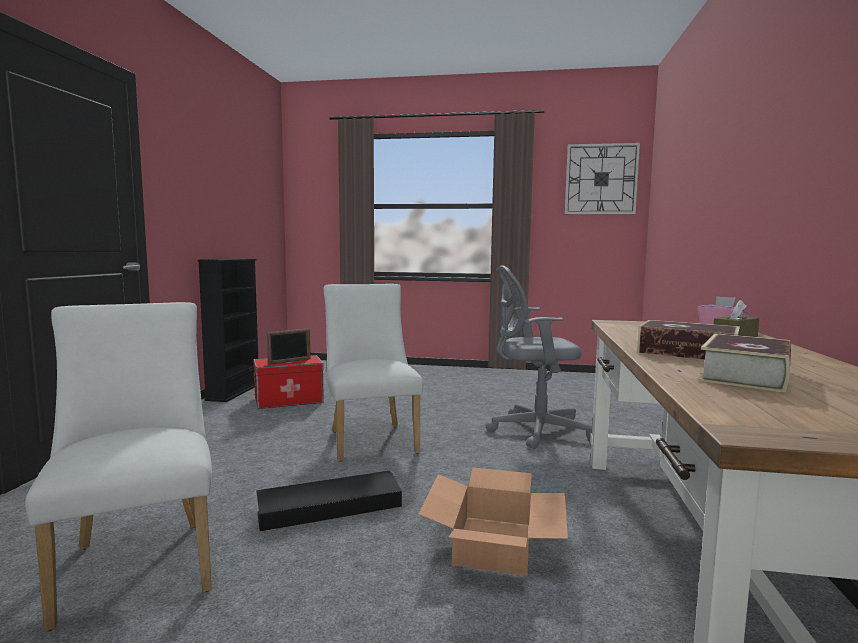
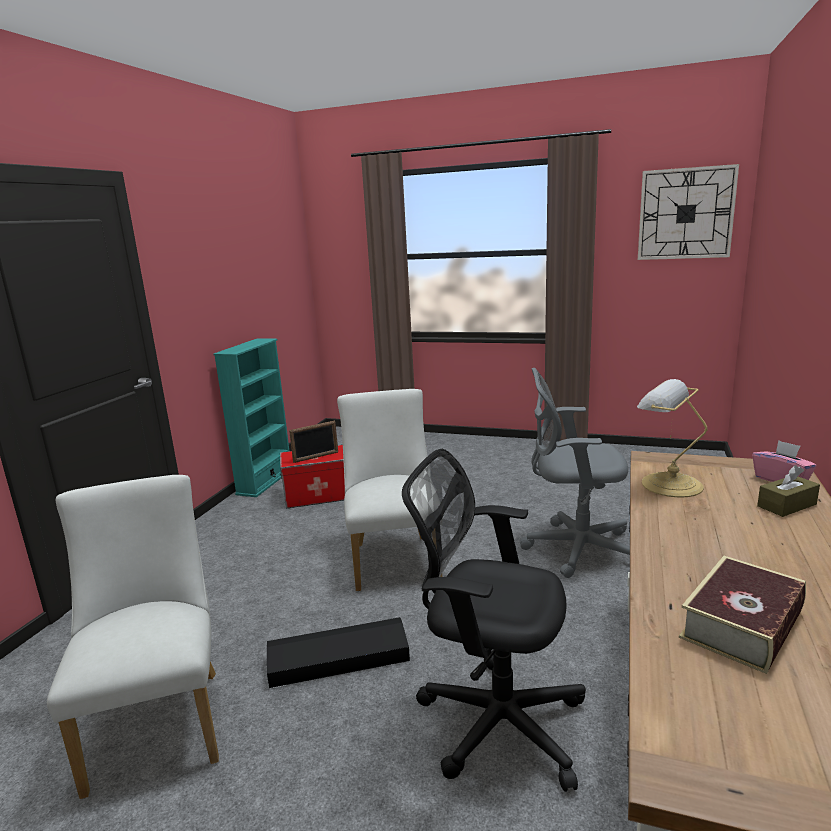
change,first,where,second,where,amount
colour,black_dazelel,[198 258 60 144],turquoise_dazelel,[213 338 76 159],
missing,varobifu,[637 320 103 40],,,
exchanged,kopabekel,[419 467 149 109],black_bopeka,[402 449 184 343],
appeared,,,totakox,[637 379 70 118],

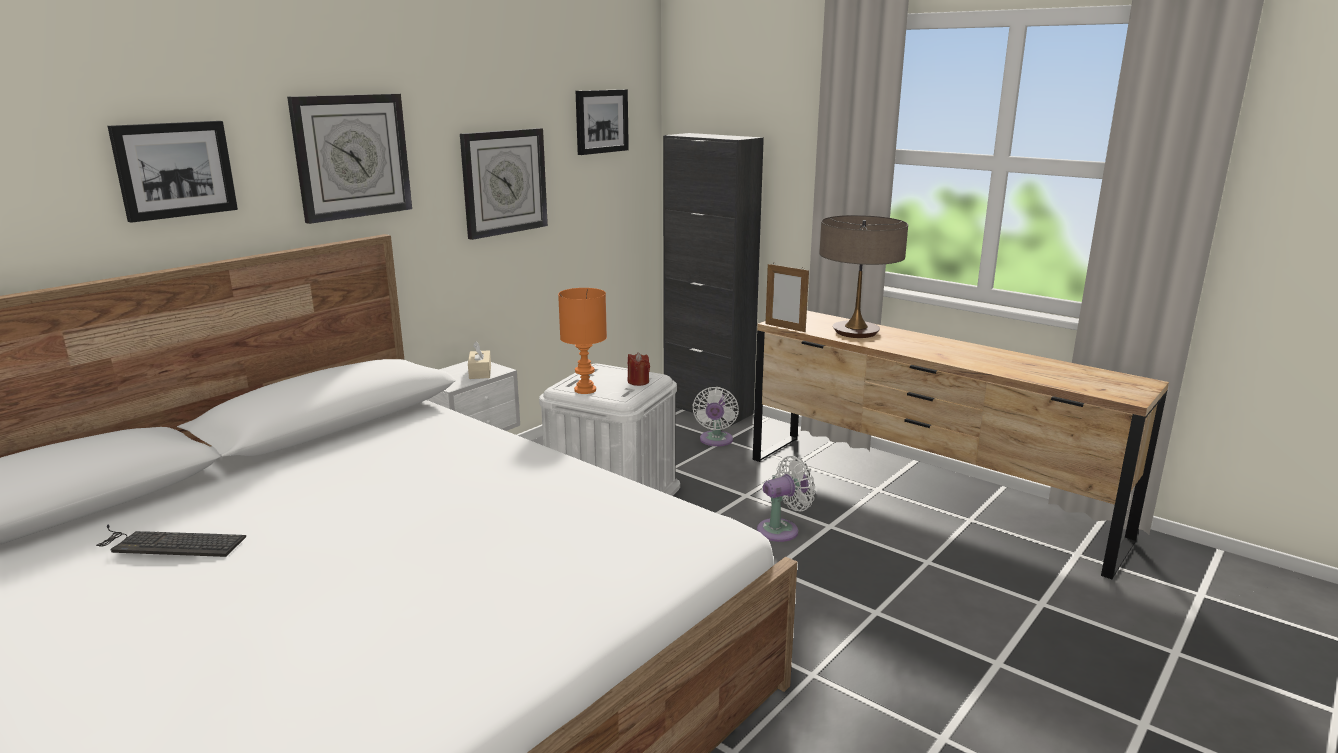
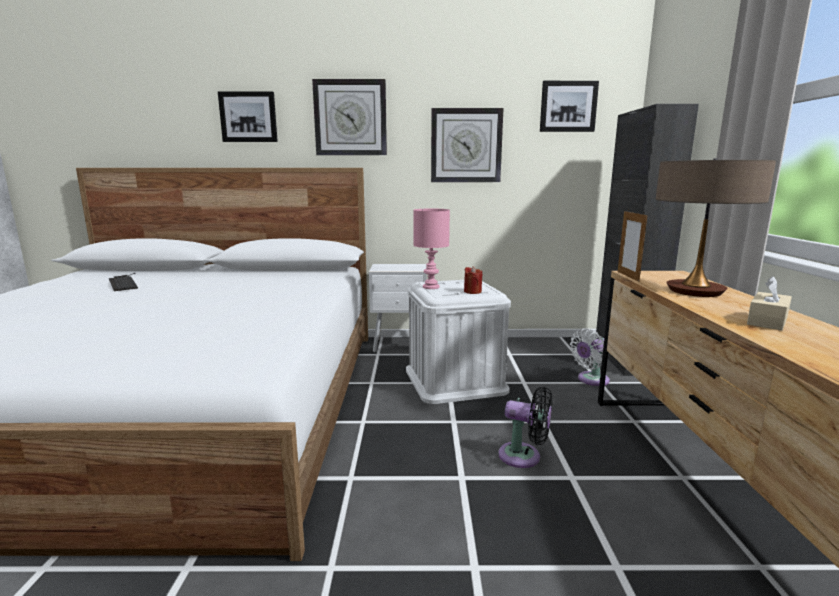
change,first,where,second,where,amount
colour,orange_totakox,[558 288 49 106],pink_totakox,[414 209 36 80],
relocated,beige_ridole,[468 341 23 38],,[747 276 45 54],
colour,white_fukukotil,[757 456 58 86],black_fukukotil,[498 387 54 81],

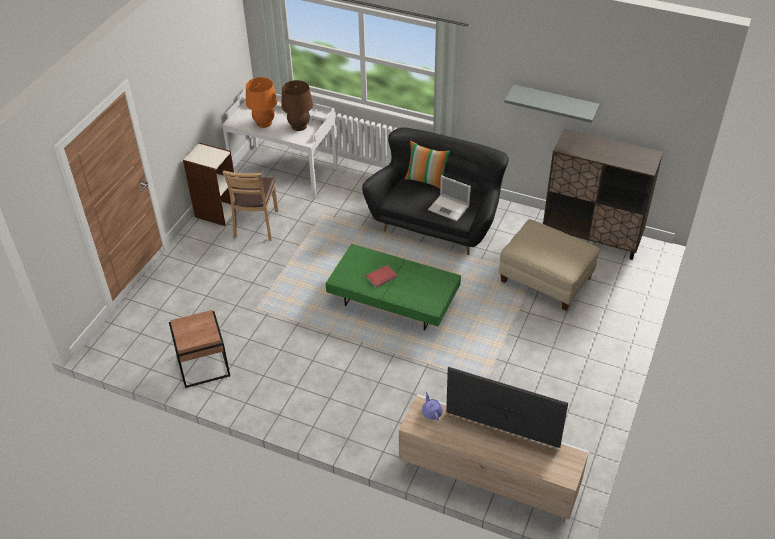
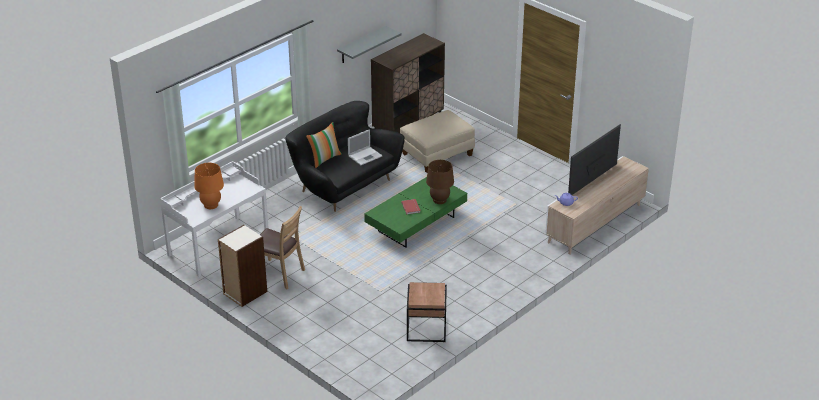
change,first,where,second,where,amount
relocated,brown_totakox,[282 80 31 51],,[426 160 28 44],

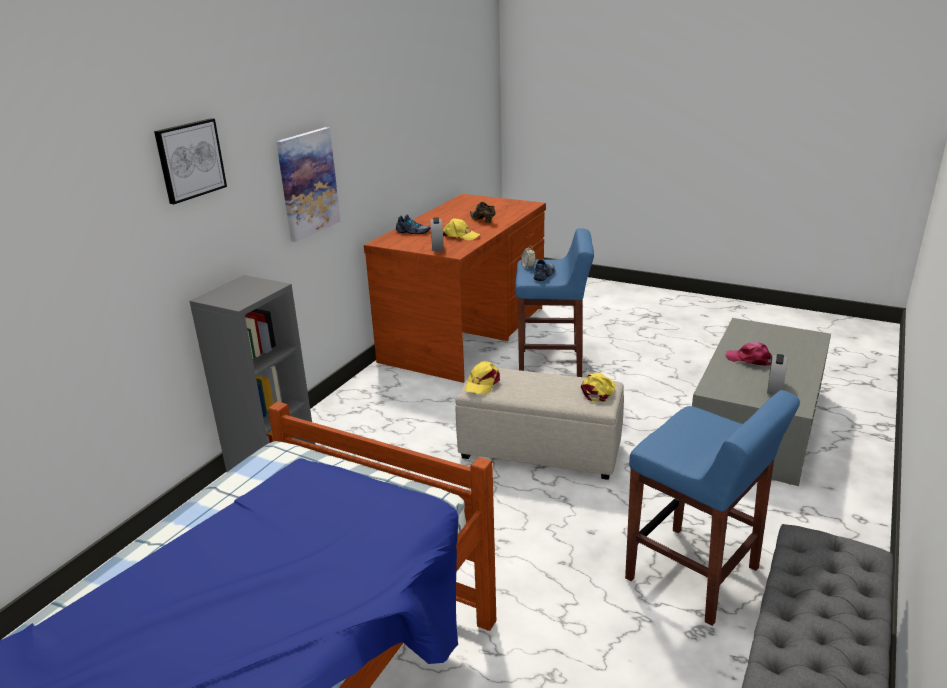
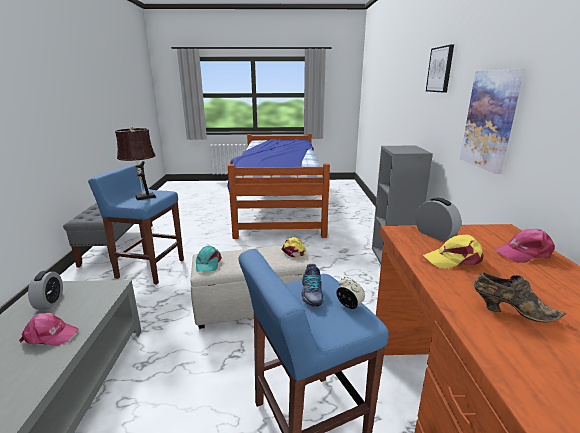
change,first,where,second,where,amount
exchanged,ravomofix,[396 215 34 19],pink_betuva,[494 229 61 34],
colour,yellow_betuva,[581 373 35 29],turquoise_betuva,[196 246 26 26],
appeared,,,brown_totakox,[115 126 41 74],

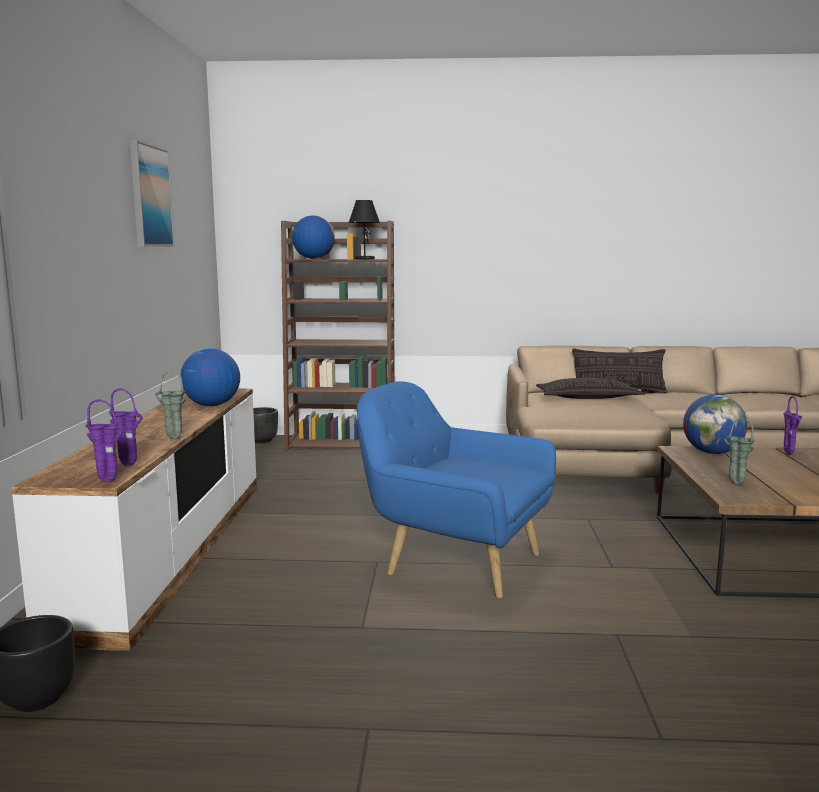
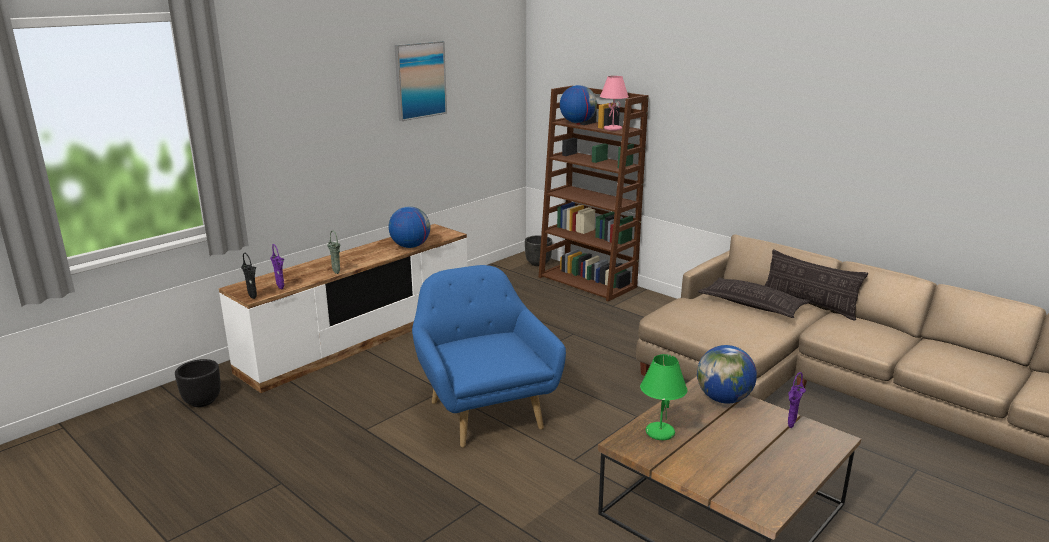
change,first,where,second,where,amount
colour,black_totakox,[348 200 32 59],pink_totakox,[600 76 29 55],
colour,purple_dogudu,[85 399 39 83],black_dogudu,[241 253 16 46],
exchanged,green_dogudu,[724 418 31 67],green_totakox,[640 354 47 86],

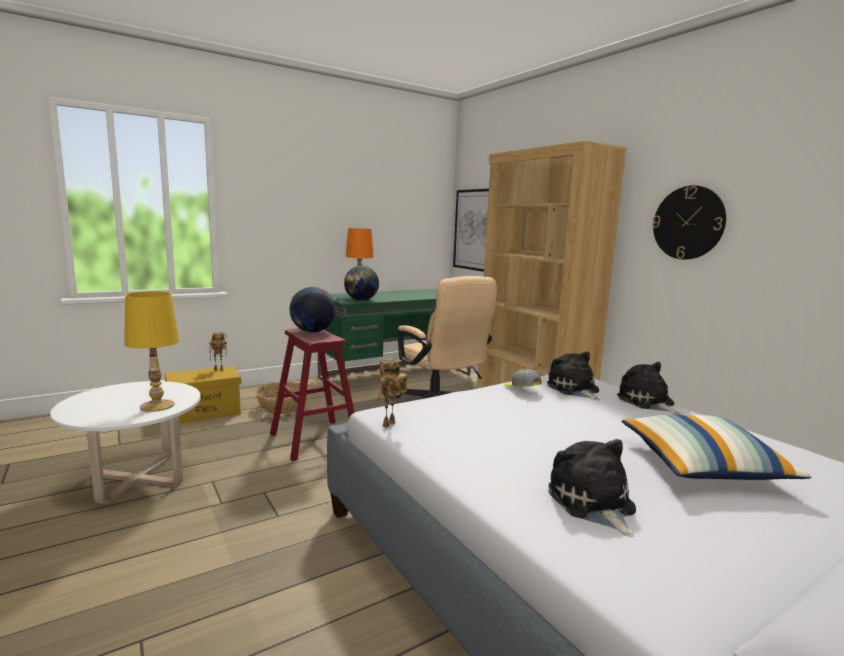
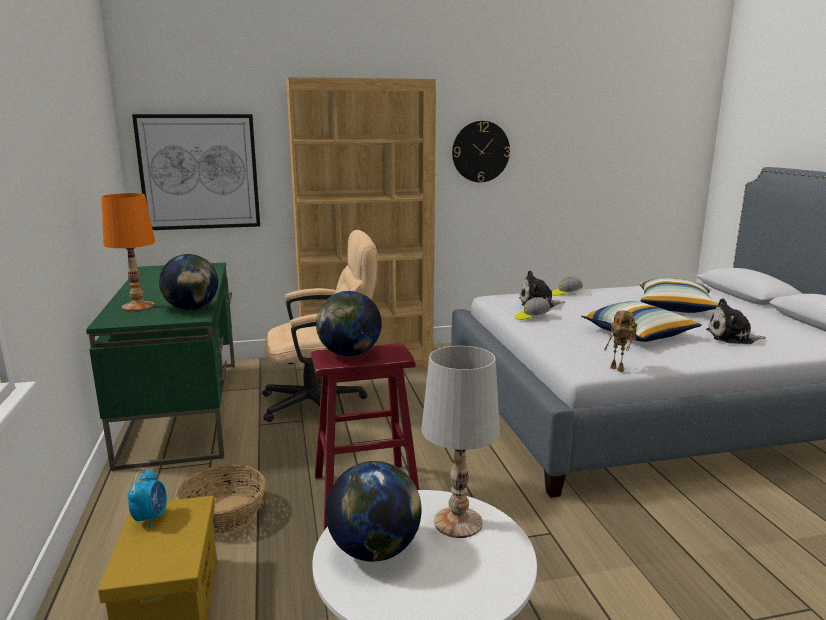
change,first,where,second,where,amount
colour,yellow_totakox,[124 291 55 121],white_totakox,[422 346 78 192],
exchanged,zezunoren,[209 332 18 39],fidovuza,[128 469 39 60],
exchanged,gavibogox,[617 362 64 52],betuva,[552 276 31 20],
appeared,,,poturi,[581 301 121 41],
appeared,,,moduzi,[326 461 96 101],

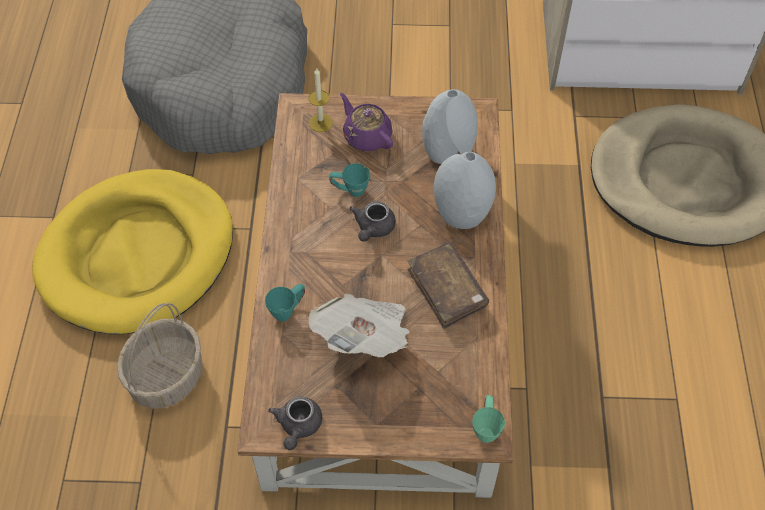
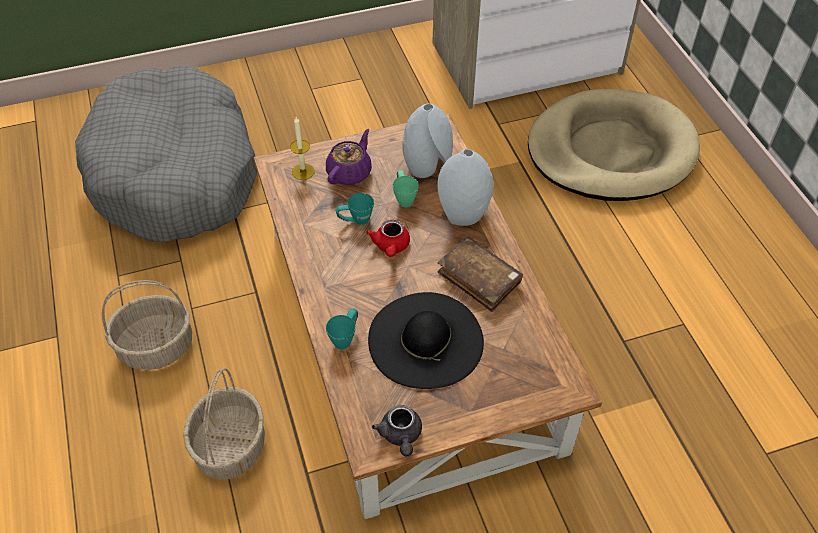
change,first,where,second,where,amount
spun,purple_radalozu,[340 93 53 58],,[326 129 46 56],90 degrees clockwise
exchanged,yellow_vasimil,[32 169 201 165],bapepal,[102 280 90 90],
colour,grey_radalozu,[349 201 47 41],red_radalozu,[366 220 44 37],
exchanged,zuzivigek,[308 294 102 63],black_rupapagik,[368 292 116 97],
relocated,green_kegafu,[472 395 33 48],,[393 170 26 38],

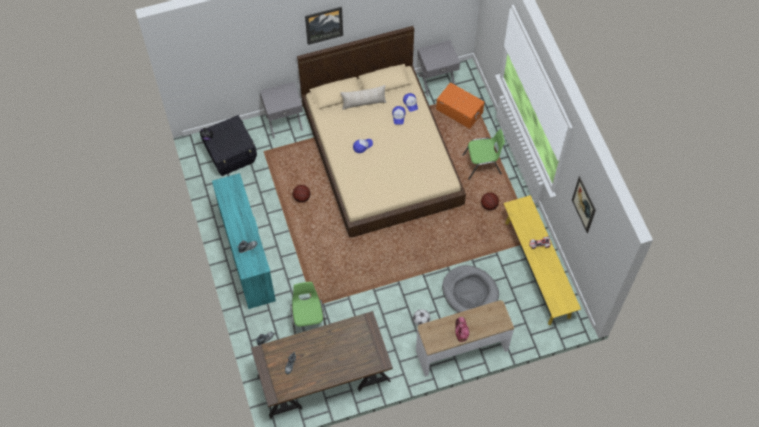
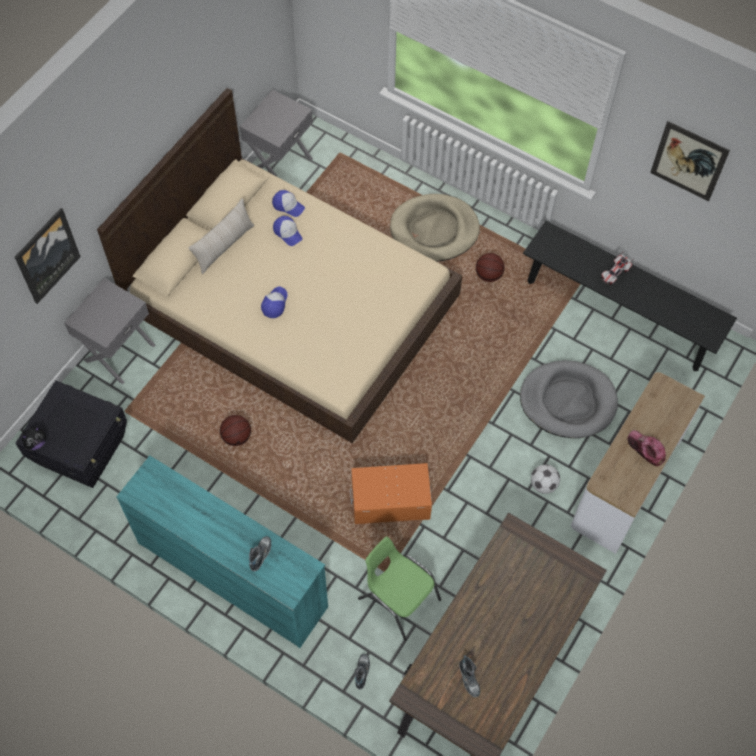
change,first,where,second,where,amount
relocated,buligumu,[305 6 38 39],,[15 208 66 96],
relocated,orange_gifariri,[436 82 48 47],,[350 463 82 61],
exchanged,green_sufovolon,[463 129 42 51],beige_vasimil,[390 194 90 68],
colour,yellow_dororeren,[503 195 78 130],black_dororeren,[523 221 214 150],

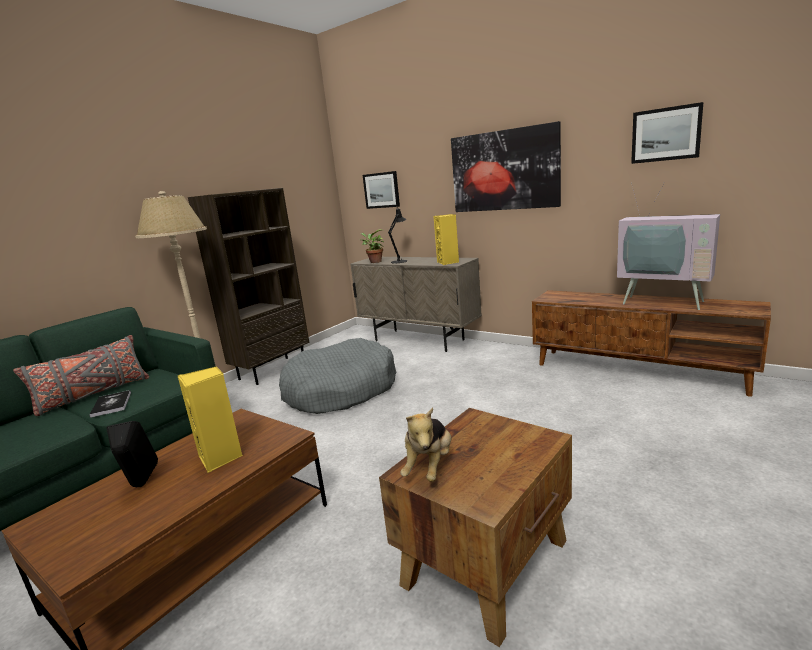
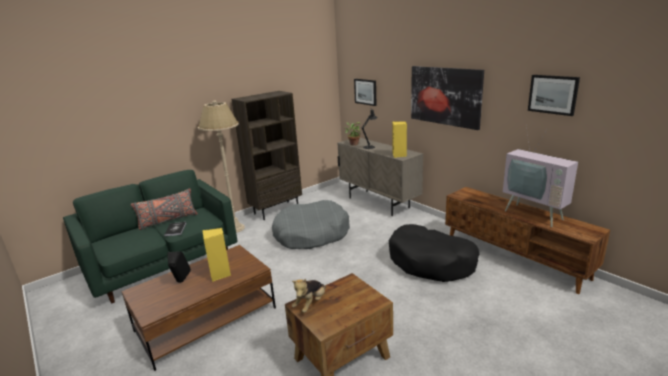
change,first,where,second,where,amount
appeared,,,black_vasimil,[389 224 91 58],

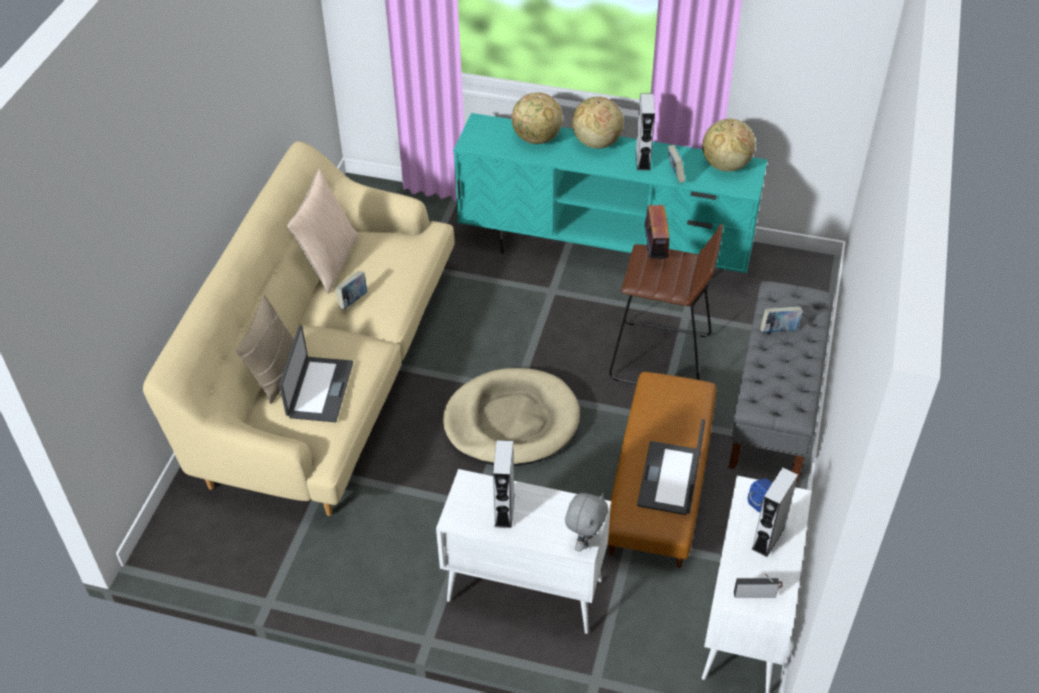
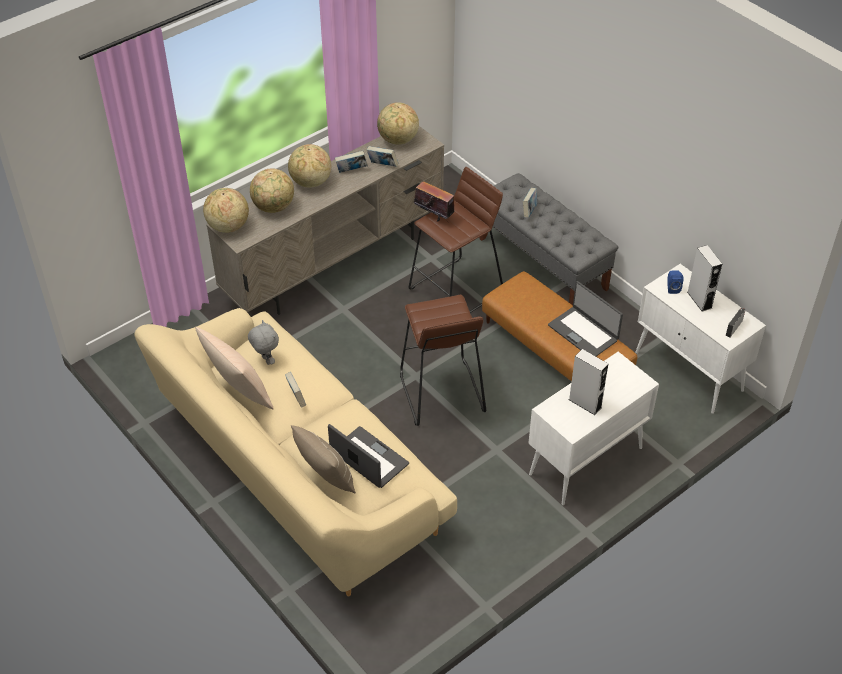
change,first,where,second,where,amount
exchanged,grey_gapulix,[636 94 19 76],varobifu,[335 151 33 22],
colour,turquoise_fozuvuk,[453 113 315 160],beige_fozuvuk,[206 126 238 189],
exchanged,beige_vasimil,[443 368 137 98],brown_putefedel,[400 295 86 131],
relocated,grey_gavibogox,[565 493 43 59],,[248 320 31 45],
appeared,,,moduzi,[203 188 46 45],

